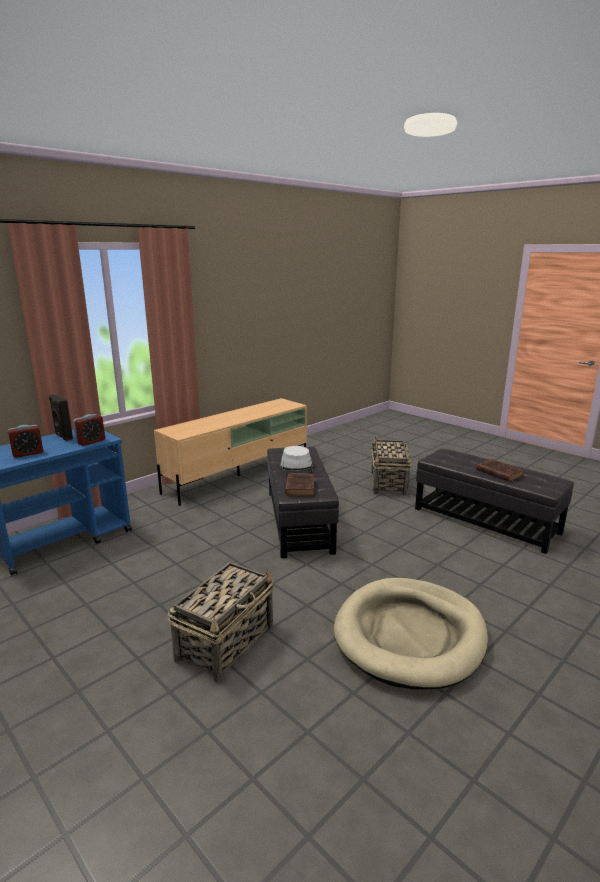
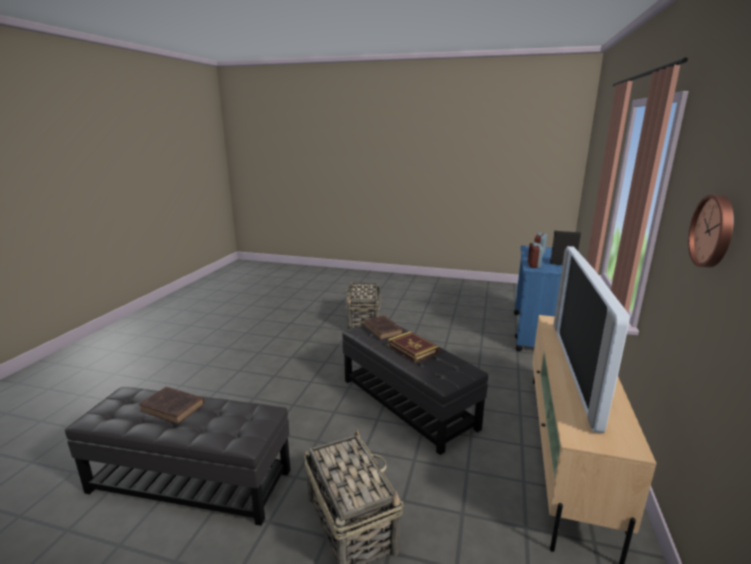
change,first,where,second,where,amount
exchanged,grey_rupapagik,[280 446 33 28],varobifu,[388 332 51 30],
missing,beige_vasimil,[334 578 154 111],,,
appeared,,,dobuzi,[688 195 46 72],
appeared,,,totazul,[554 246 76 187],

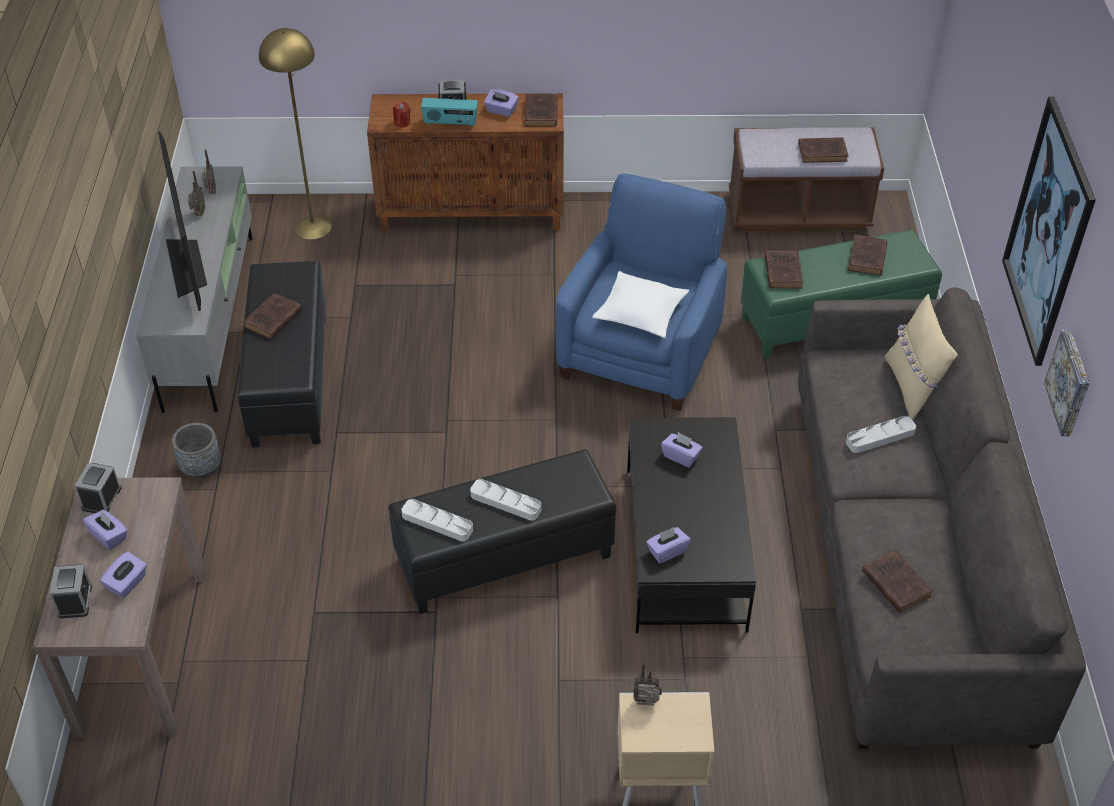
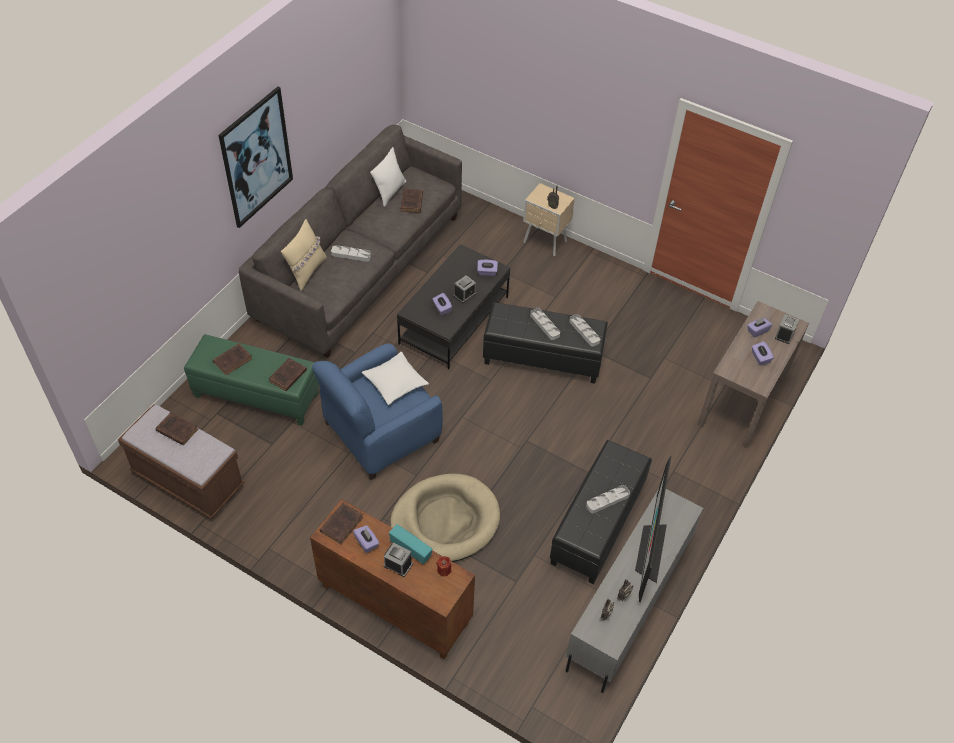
change,first,where,second,where,amount
missing,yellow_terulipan,[259 28 73 212],,,
exchanged,brown_varobifu,[243 293 59 46],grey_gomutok,[586 485 44 28],
missing,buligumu,[1044 329 46 107],,,
missing,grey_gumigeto,[172 422 49 57],,,
relocated,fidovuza,[74 463 48 50],,[454 275 22 28],
appeared,,,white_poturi,[370 147 36 60],
appeared,,,beige_vasimil,[390 474 110 88],

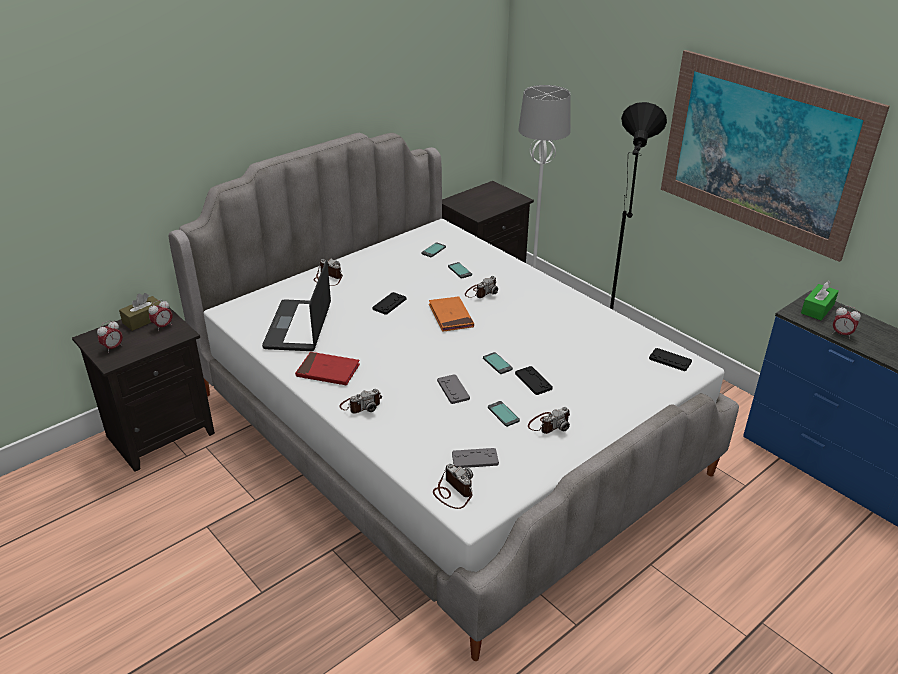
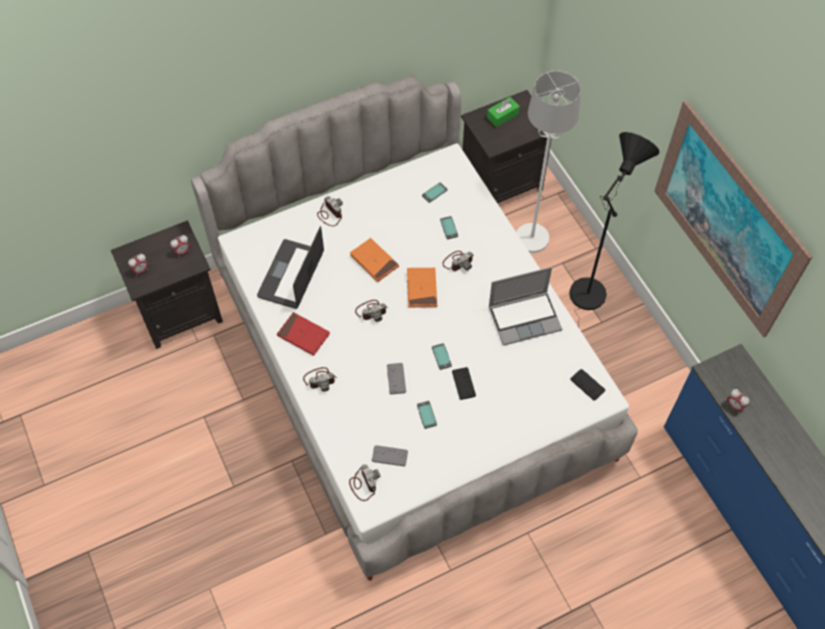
change,first,where,second,where,amount
relocated,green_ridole,[801 281 38 39],,[487 97 33 30],
exchanged,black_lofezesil,[373 292 33 23],orange_varobifu,[350 238 49 44],
missing,brown_ridole,[119 293 41 38],,,
relocated,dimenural,[528 407 42 27],,[355 300 33 22],
appeared,,,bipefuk,[488 267 74 79],

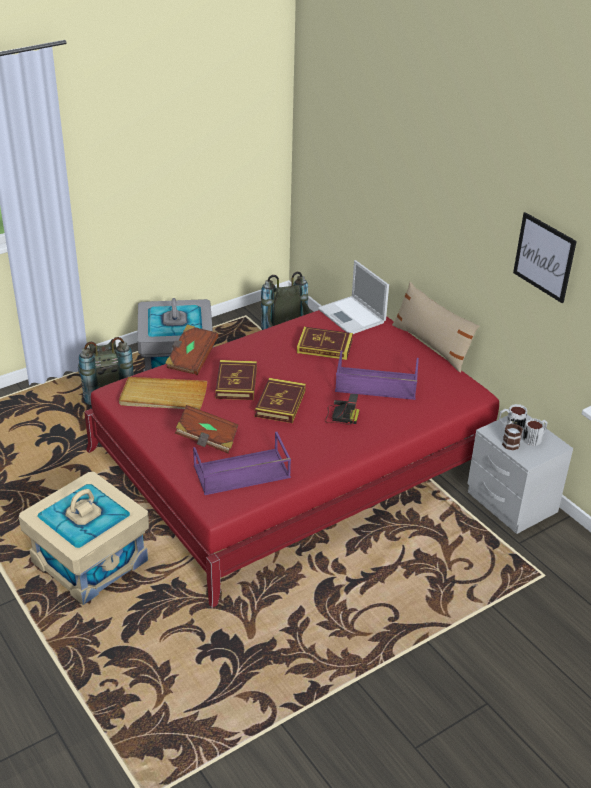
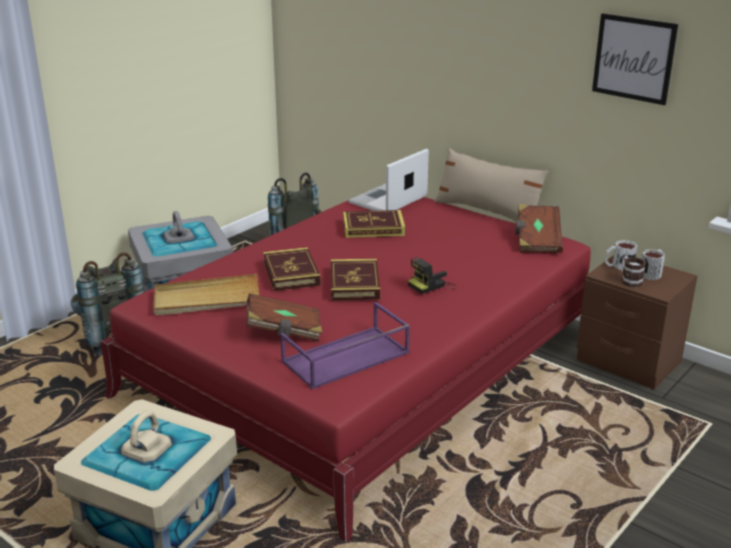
change,first,where,second,where,amount
spun,bipefuk,[318 260 71 74],,[349 149 80 62],90 degrees clockwise
relocated,brown_varobifu,[165 324 54 51],,[515 204 48 49],
missing,purple_gomutok,[335 351 84 49],,,
spun,dimenural,[325 394 35 31],,[408 257 48 37],150 degrees clockwise
colour,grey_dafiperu,[467 414 106 120],brown_dafiperu,[577 255 120 134],

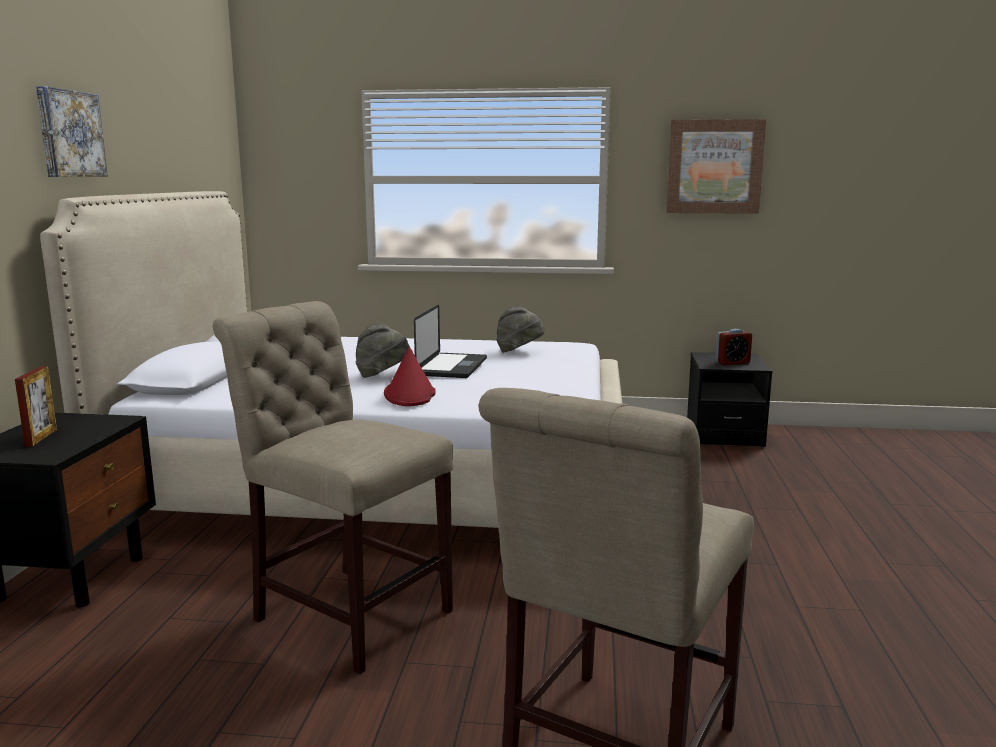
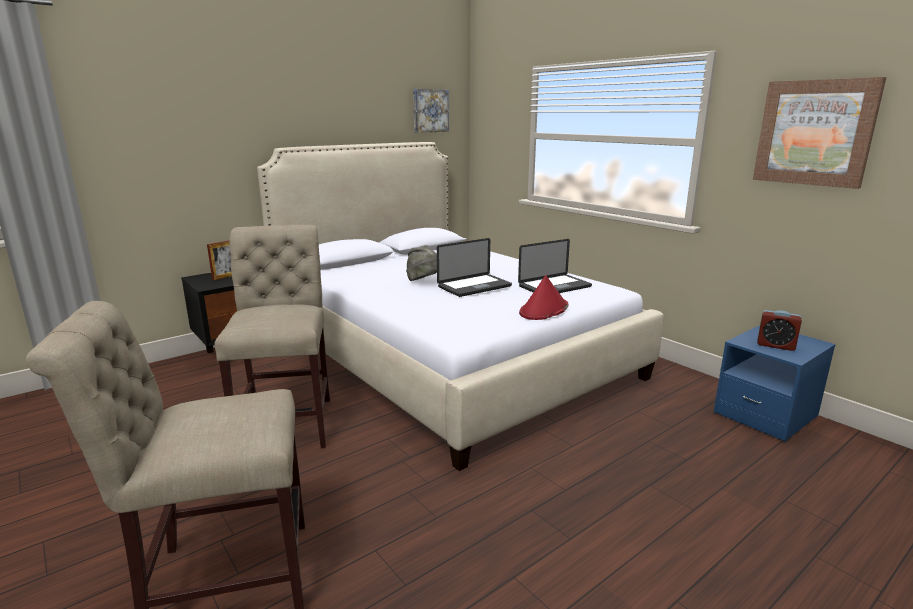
change,first,where,second,where,amount
relocated,buligumu,[36 86 72 91],,[413 89 36 44],
exchanged,grey_rupapagik,[496 306 48 47],bipefuk,[518 239 74 54],
relocated,red_rupapagik,[384 347 52 59],,[519 275 49 45],
colour,black_dafiperu,[687 352 86 95],blue_dafiperu,[714 325 122 117],

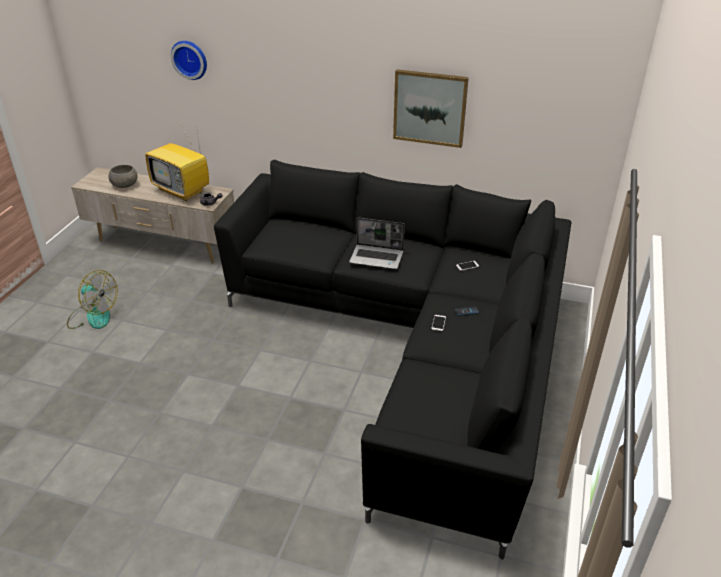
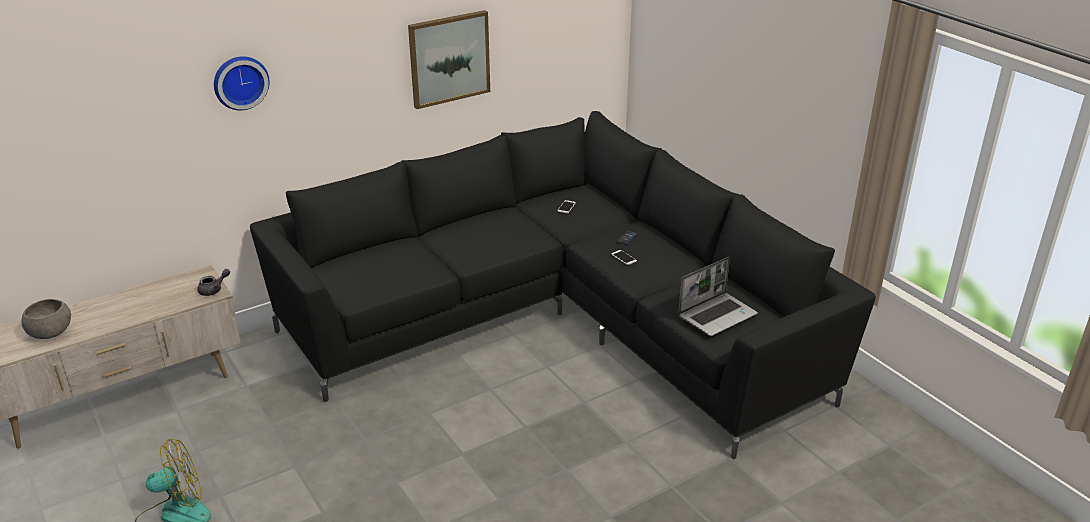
change,first,where,second,where,amount
relocated,dobuzi,[171 41 36 39],,[214 56 56 54],
missing,totazul,[145 126 64 75],,,
relocated,bipefuk,[349 217 56 52],,[678 257 80 79],

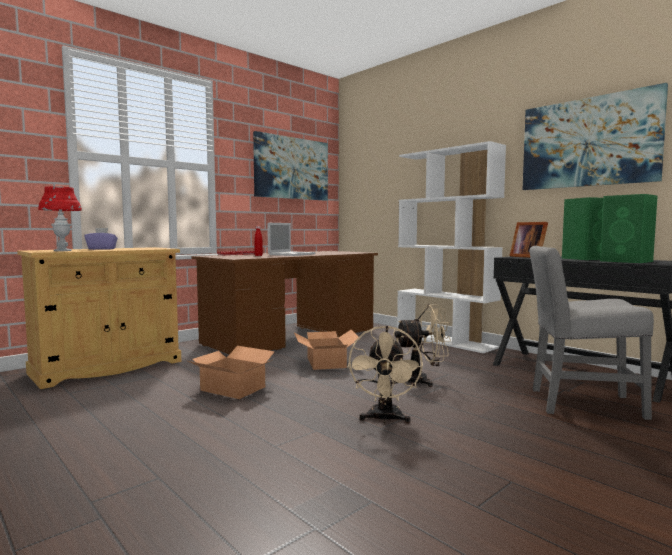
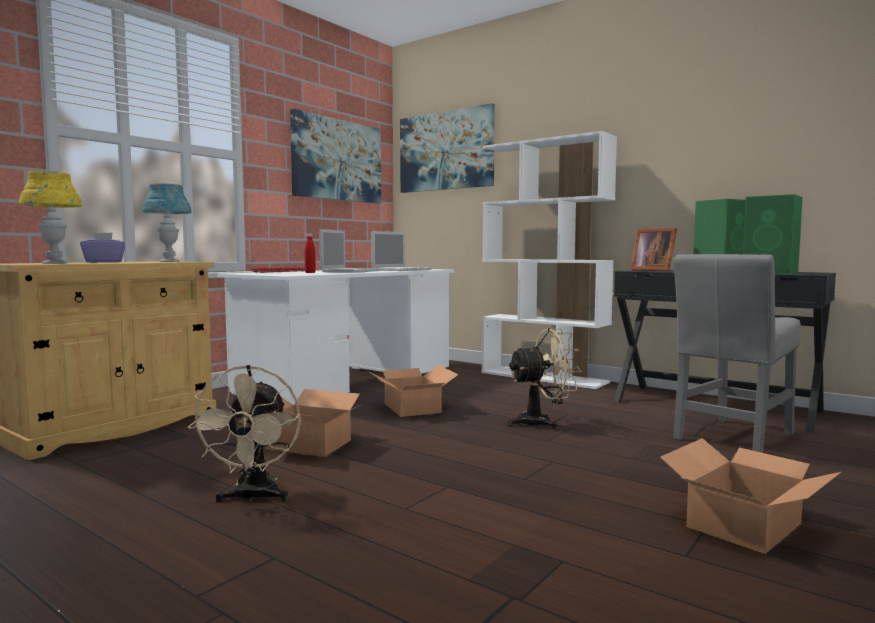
change,first,where,second,where,amount
relocated,buligumu,[523 83 145 107],,[400 103 95 90],
colour,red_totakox,[38 186 44 65],yellow_totakox,[19 171 63 93],
spun,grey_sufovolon,[529 246 125 174],,[673 254 128 199],45 degrees counterclockwise
colour,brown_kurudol,[191 251 187 103],white_kurudol,[217 269 237 136],
relocated,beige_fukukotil,[347 326 76 97],,[188 365 113 139],
appeared,,,blue_totakox,[142 183 50 79],
appeared,,,bipefuk,[371 231 61 40],
appeared,,,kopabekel,[660 438 181 116],

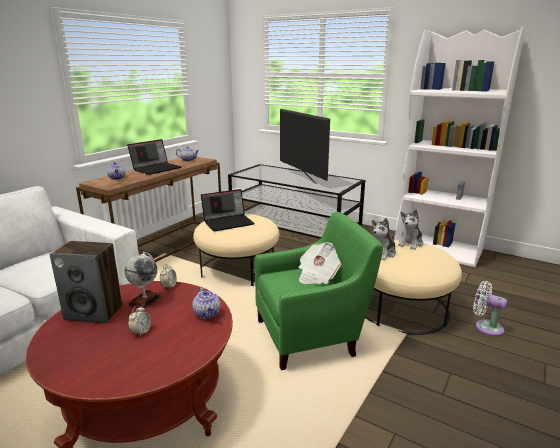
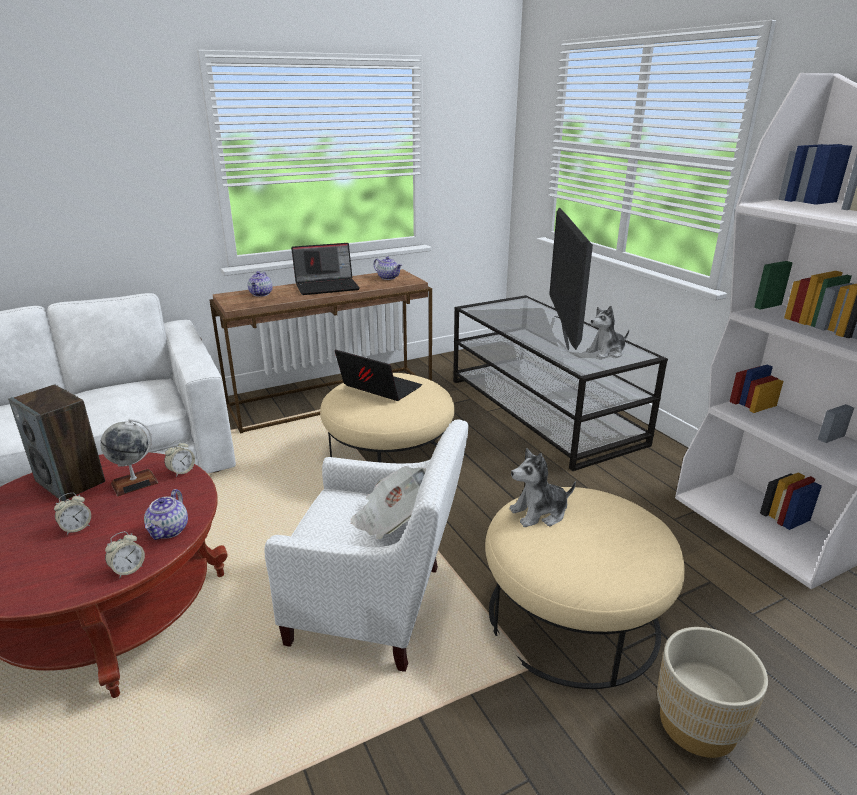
change,first,where,second,where,amount
spun,bipefuk,[201 189 53 43],,[335 349 87 52],150 degrees counterclockwise
relocated,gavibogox,[398 209 25 41],,[586 306 43 53],
colour,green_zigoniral,[254 212 129 158],white_zigoniral,[264 419 205 253],
exchanged,white_fukukotil,[473 281 35 56],beige_gumigeto,[657 627 111 131],
appeared,,,fidovuza,[105 531 40 47],

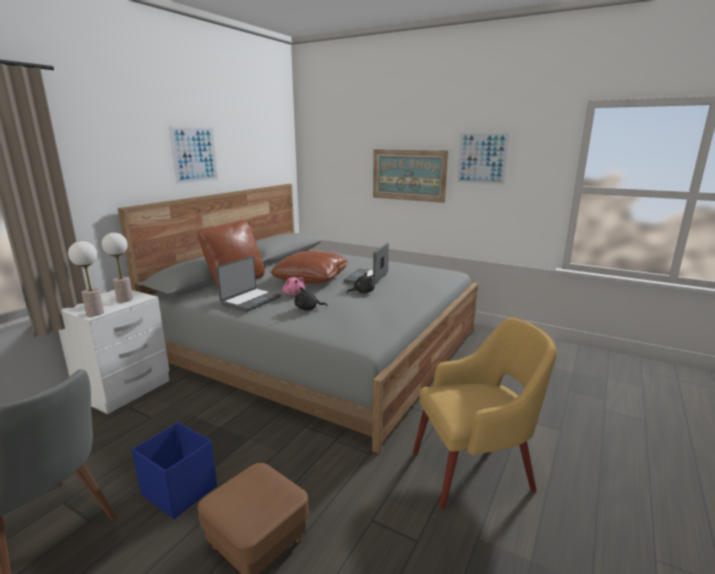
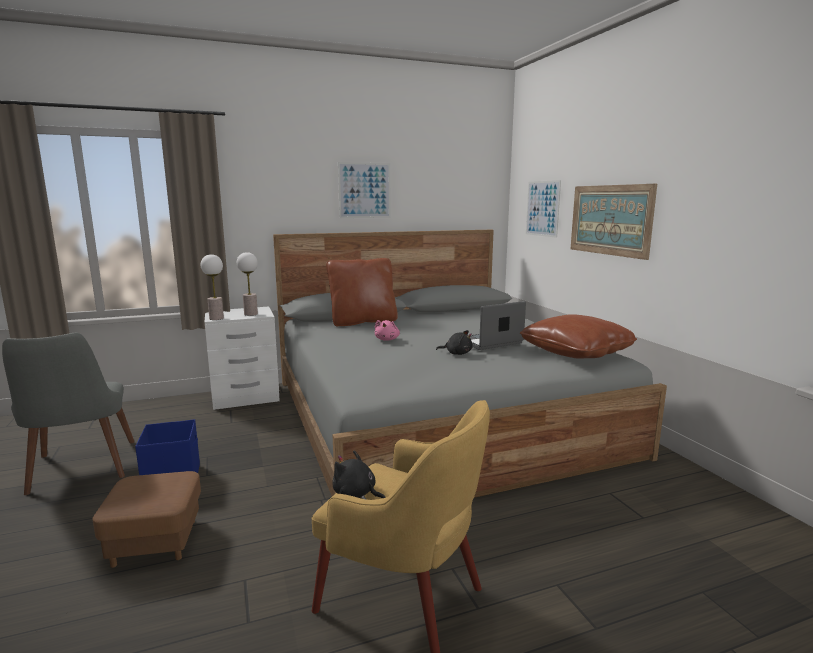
change,first,where,second,where,amount
relocated,buligumu,[456 132 55 54],,[526 180 35 58],
relocated,brown_poturi,[270 251 78 33],,[520 314 117 45],
missing,bipefuk,[216 256 65 56],,,
relocated,black_gavibogox,[294 287 34 23],,[332 451 54 48],

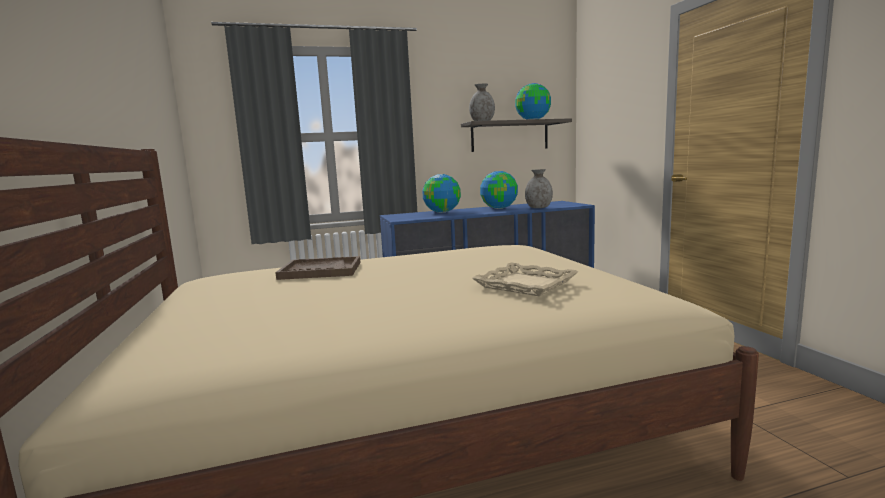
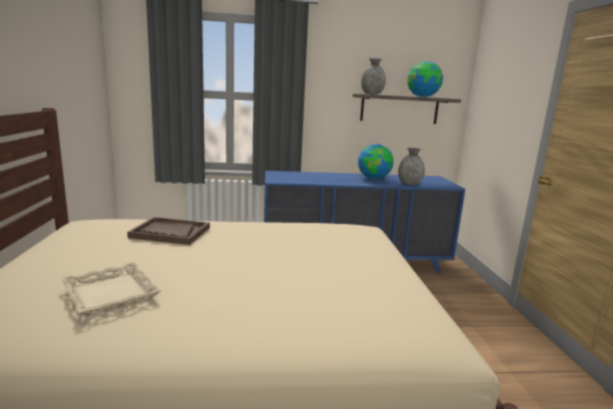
change,first,where,second,where,amount
missing,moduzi,[422 174 39 39],,,
relocated,beige_gomutok,[472 263 106 33],,[61 262 101 54],

